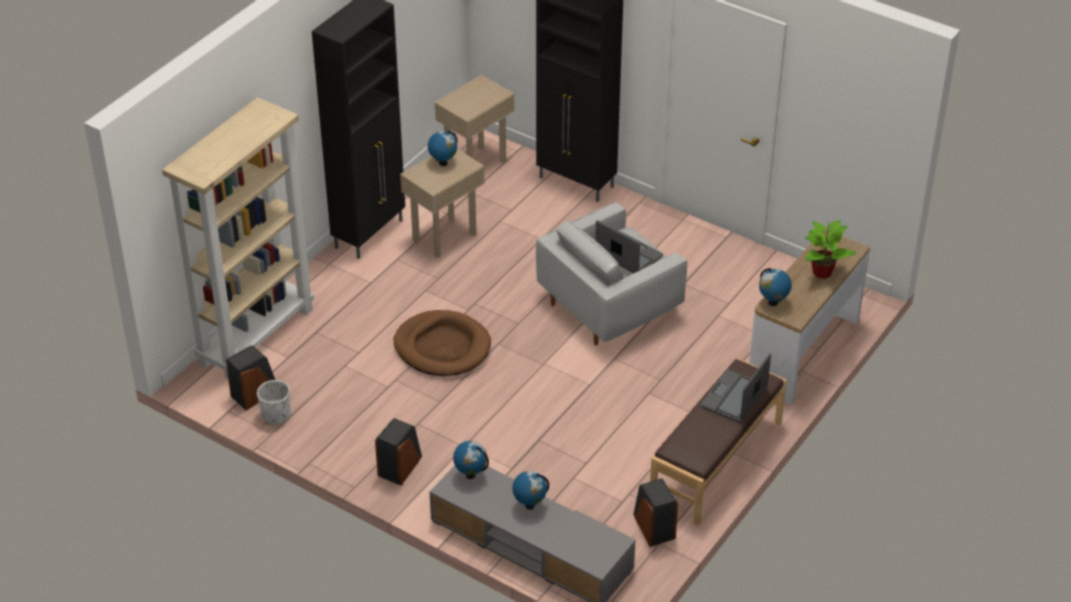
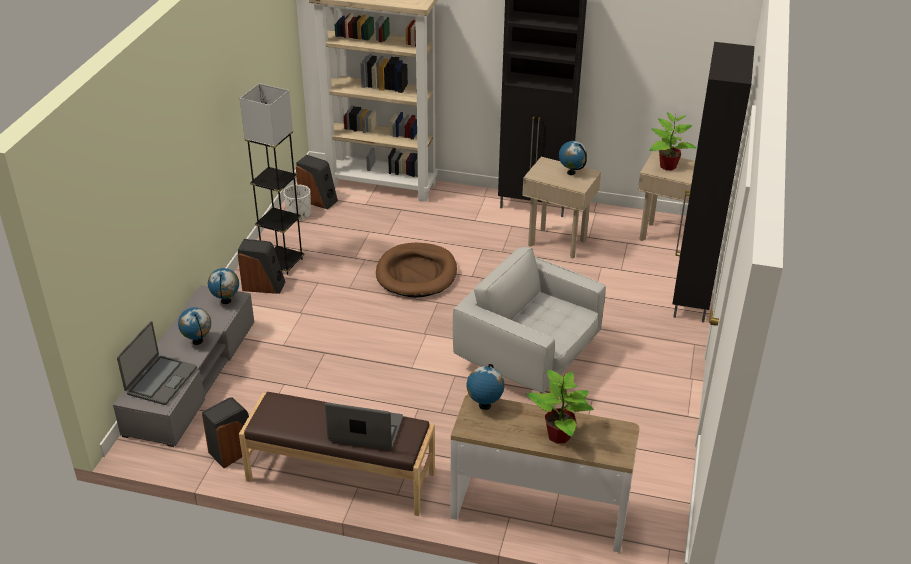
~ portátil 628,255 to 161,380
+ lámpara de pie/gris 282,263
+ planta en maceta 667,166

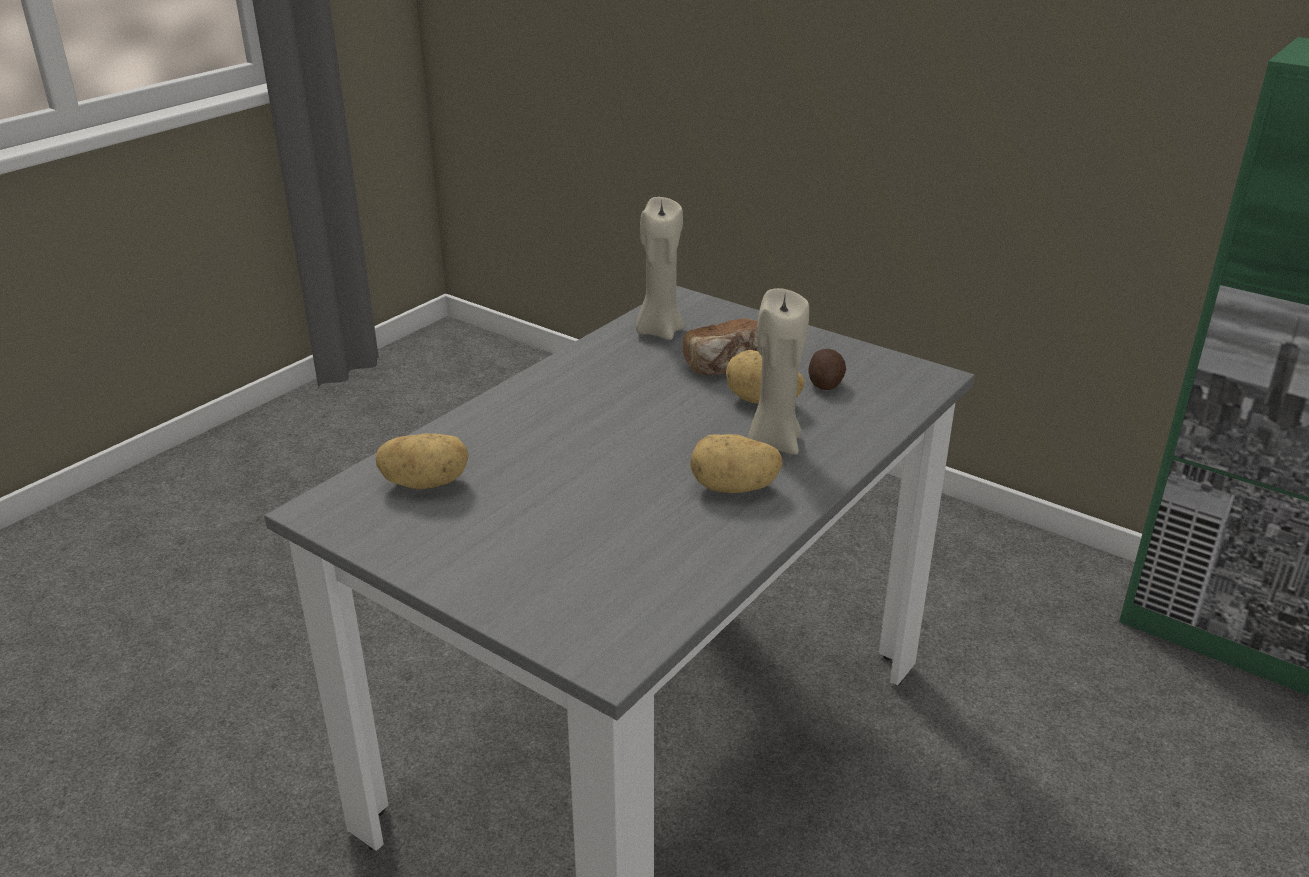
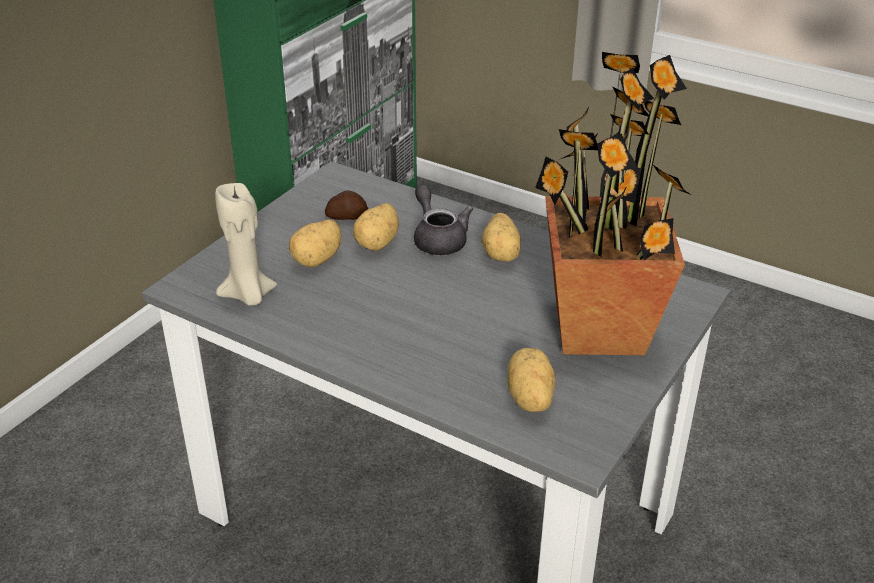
~ pan 726,366 to patata 318,259
~ vela/beis 773,442 to tetera/gris 438,239
+ planta en maceta 597,330

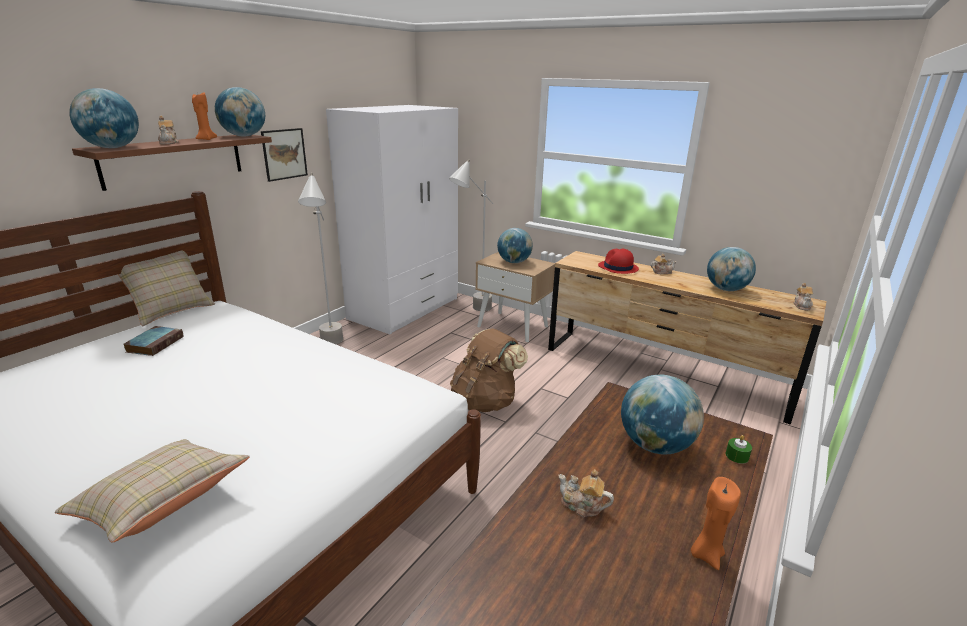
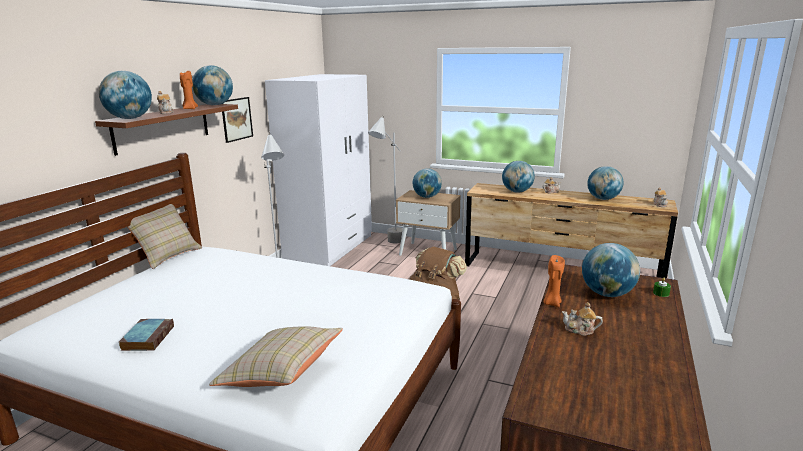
~ libro 155,343 to 148,337
~ sombrero/rojo 618,268 to globo terráqueo 517,192
~ vela/naranja 706,554 to 552,303

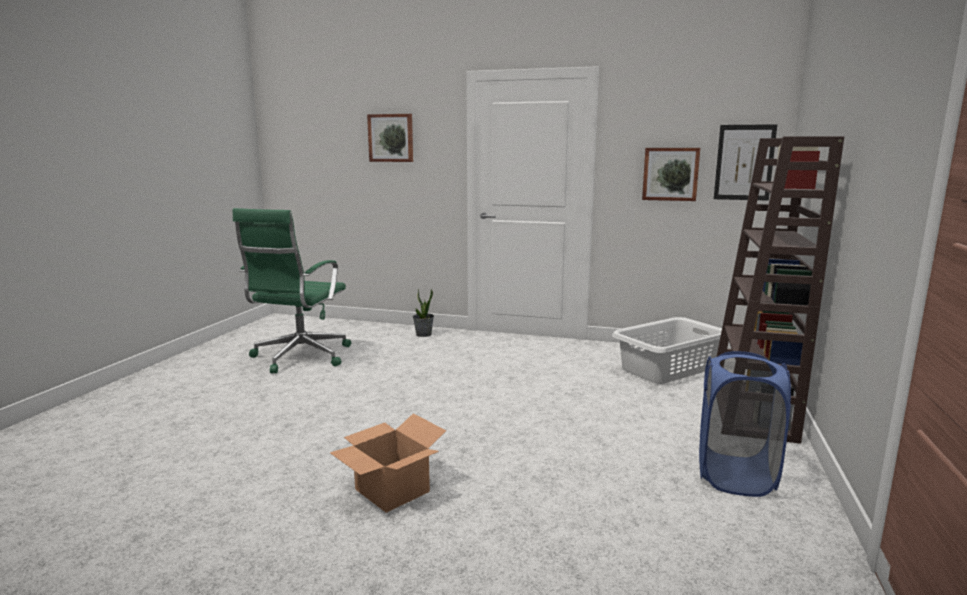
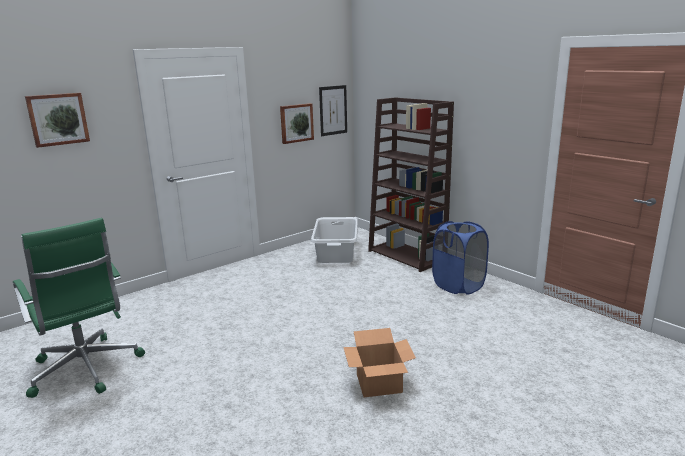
- planta en maceta 423,334

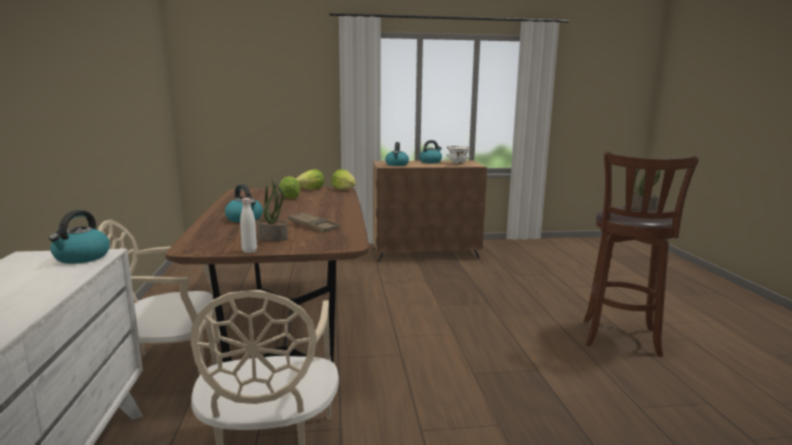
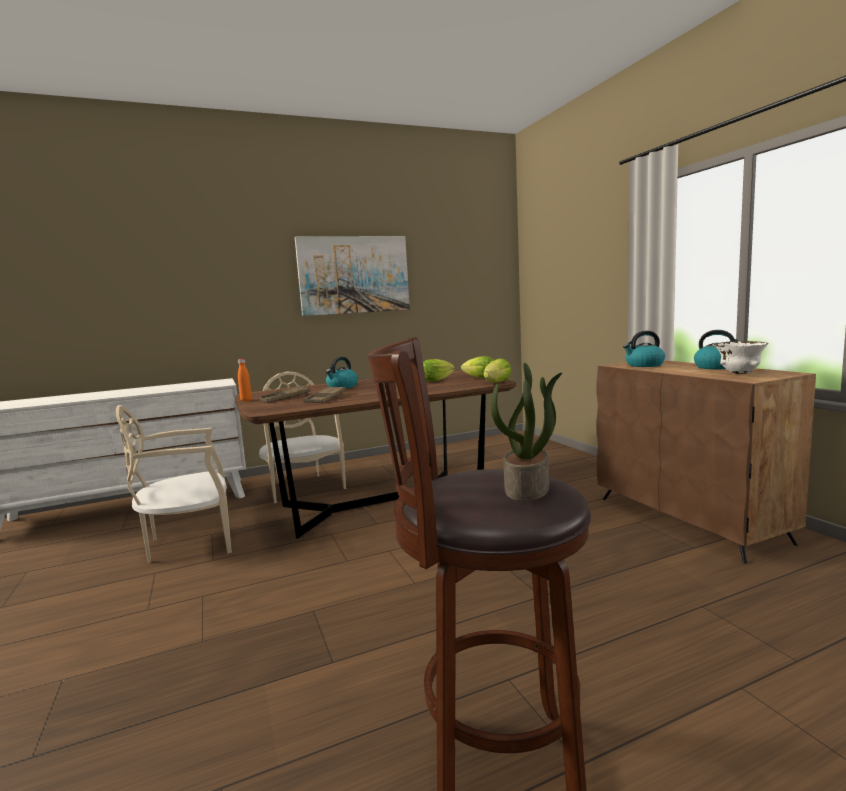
- hervidor 81,257
~ botella/blanco 249,251 to botella/naranja 246,400
~ planta en maceta 273,237 to bandeja/marrón 285,398
+ cuadro 354,275

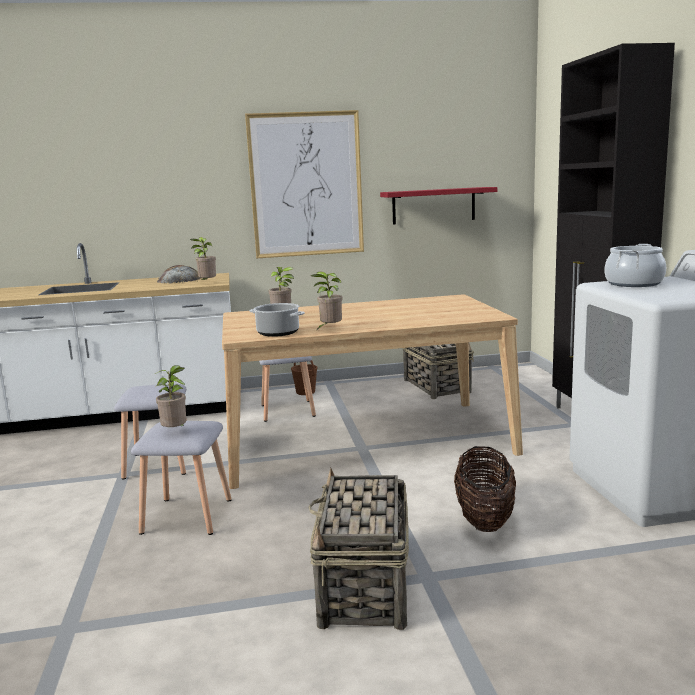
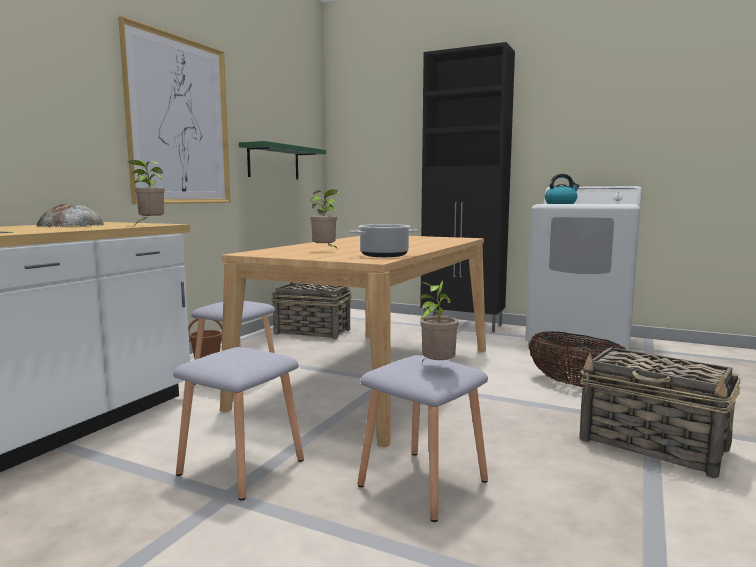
- planta en maceta 329,329
~ estante/rojo 433,205 to estante/verde 273,162
~ olla 633,283 to hervidor 561,203

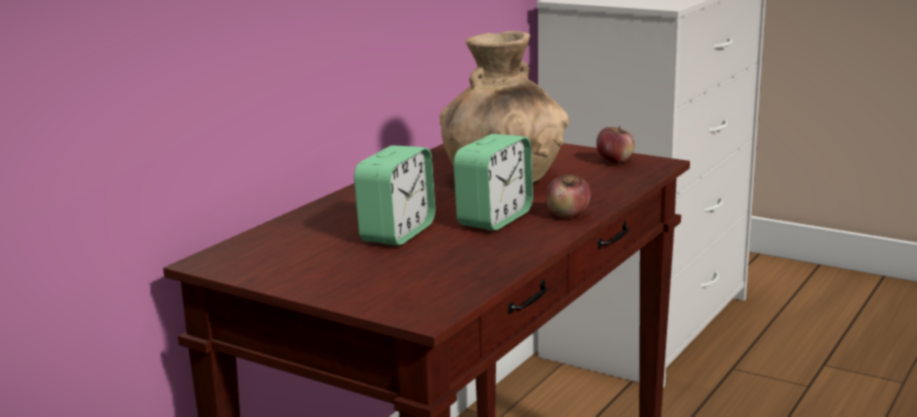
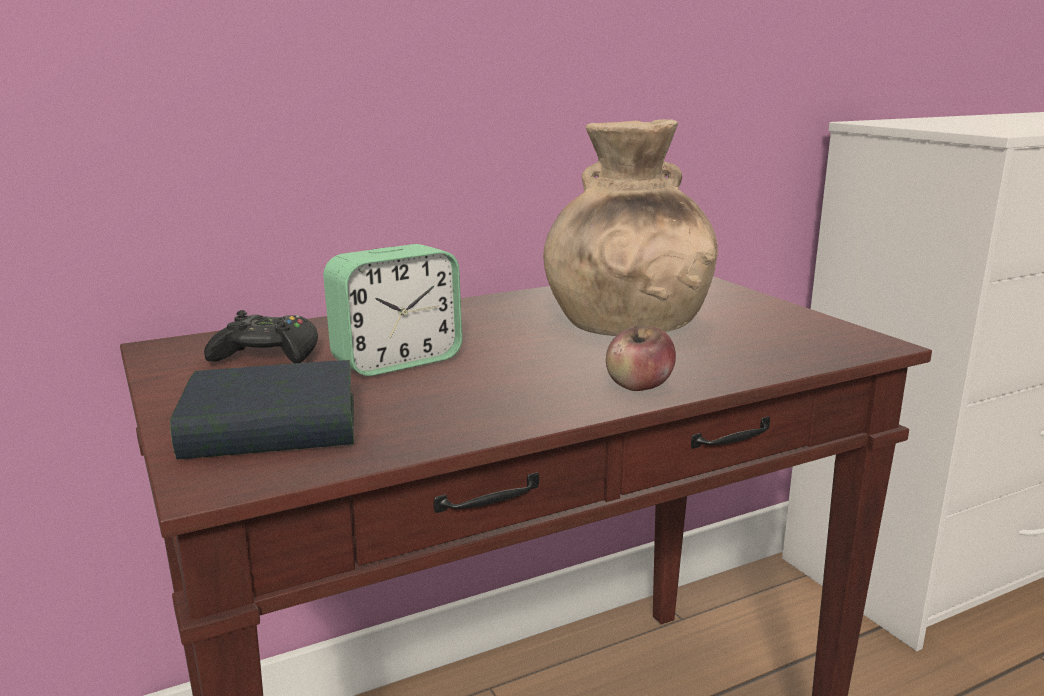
- despertador 494,219
- manzana 615,161
+ libro 272,428
+ mando de consola/negro 267,355

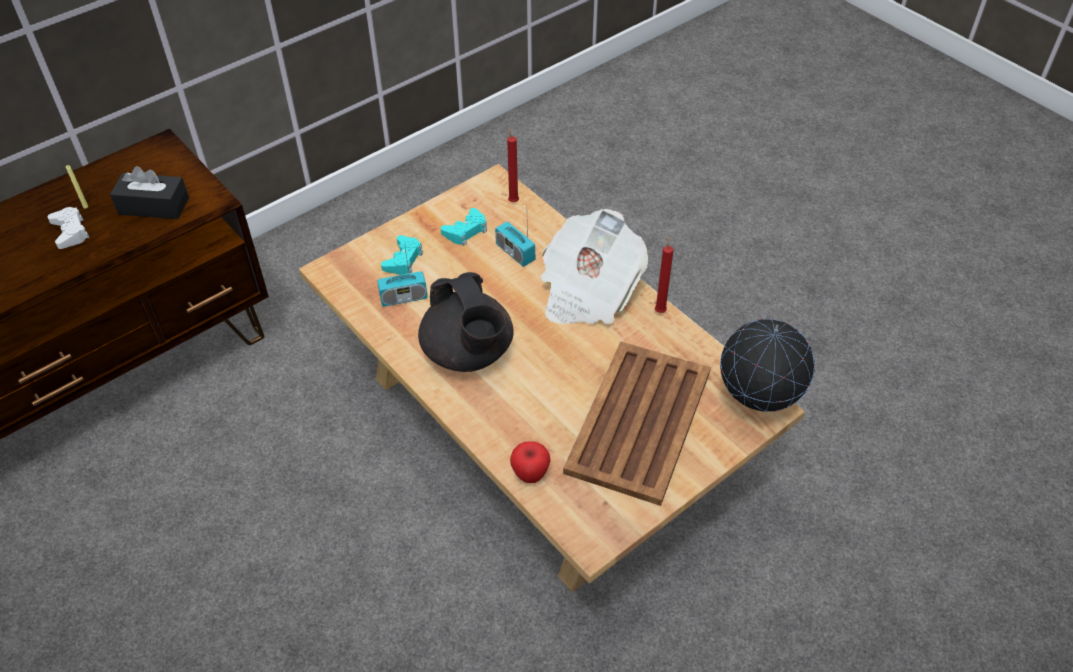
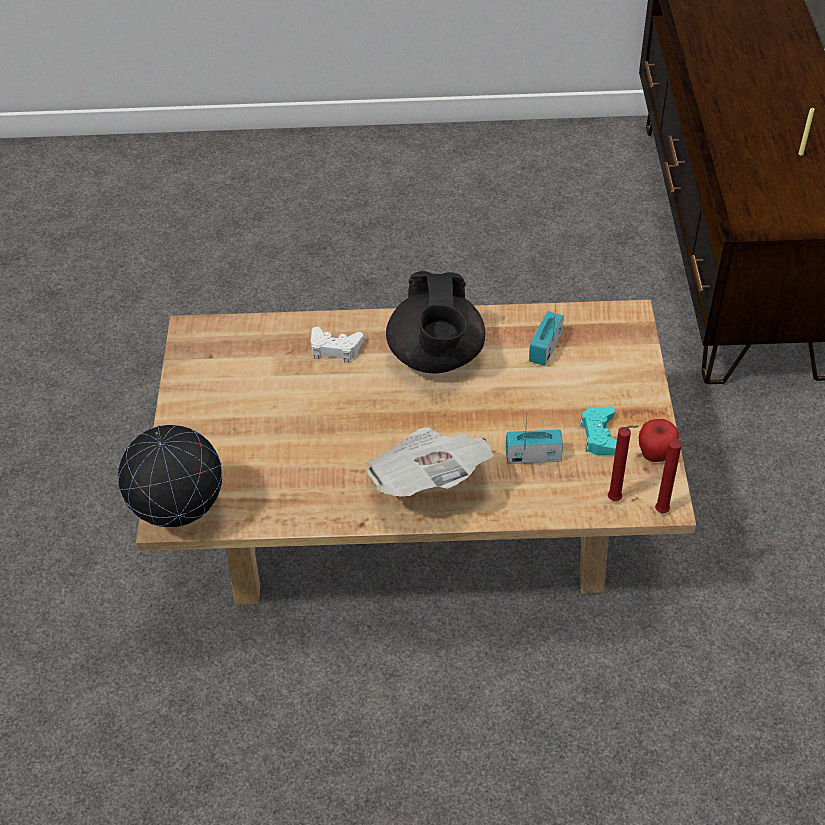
~ mando de consola/blanco 70,232 to 335,348
- caja de pañuelos/negro 154,206
- mando de consola/turquesa 403,260
~ tetera/negro 468,353 = 436,356 105 degrees counterclockwise
~ manzana 530,474 to 655,455
- bandeja/marrón 638,423
~ vela/rojo 660,310 to 663,512

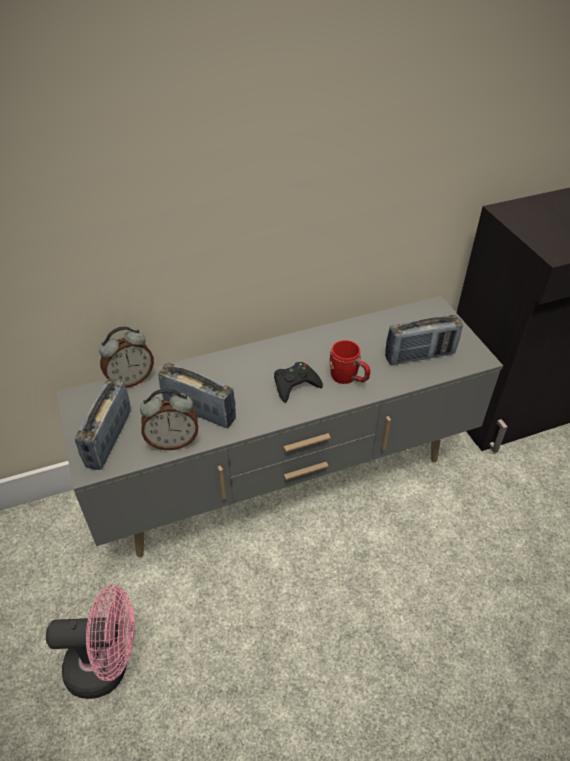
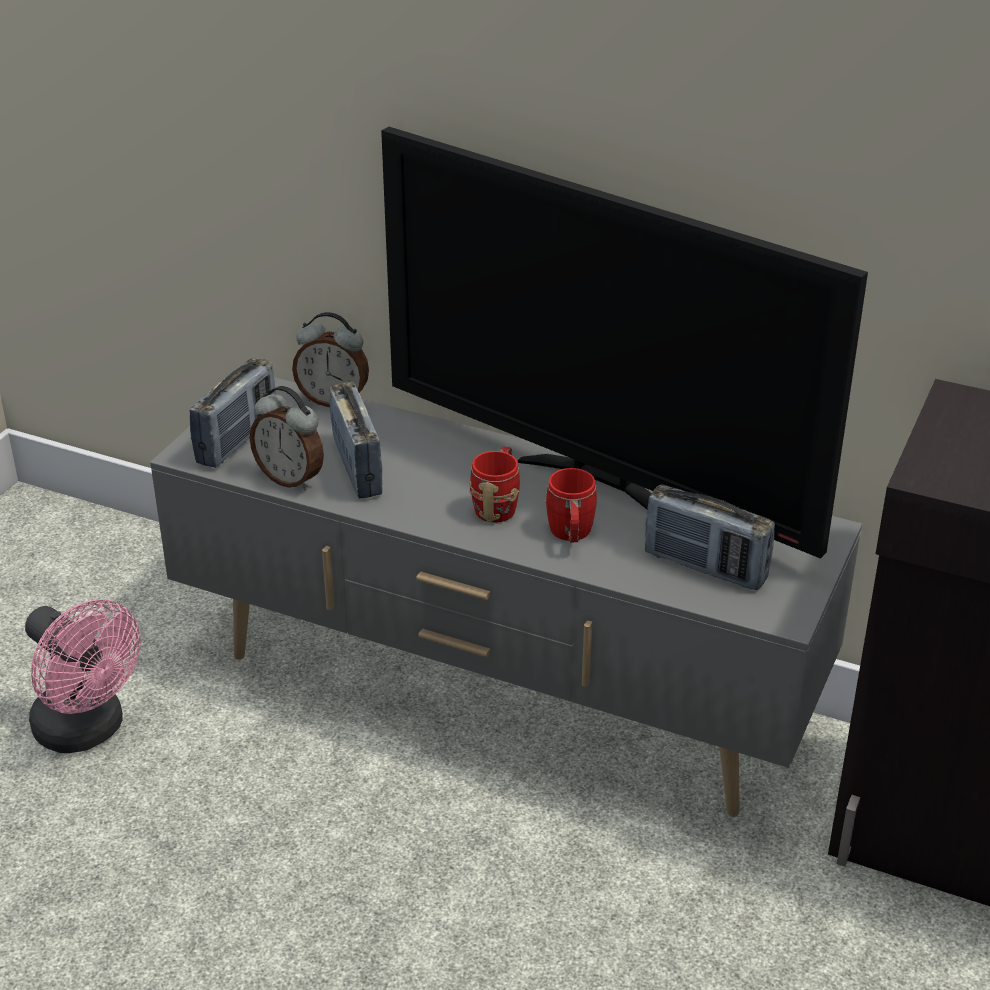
~ radio 109,439 = 237,440 150 degrees clockwise
~ mando de consola/negro 295,385 to taza grande/rojo 498,505
+ televisor 598,482

